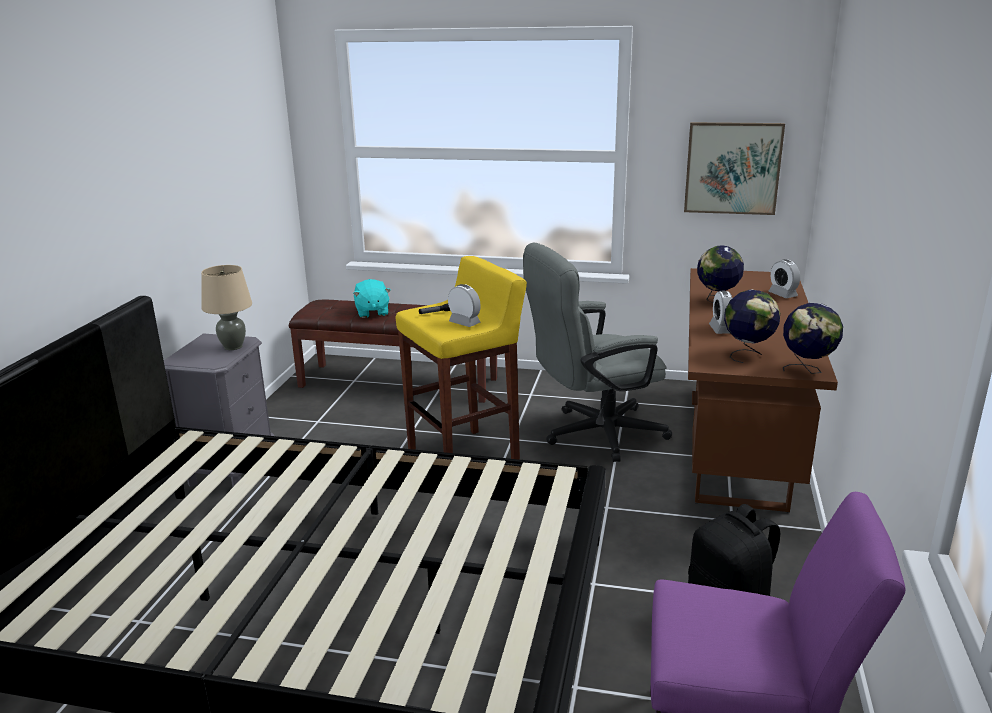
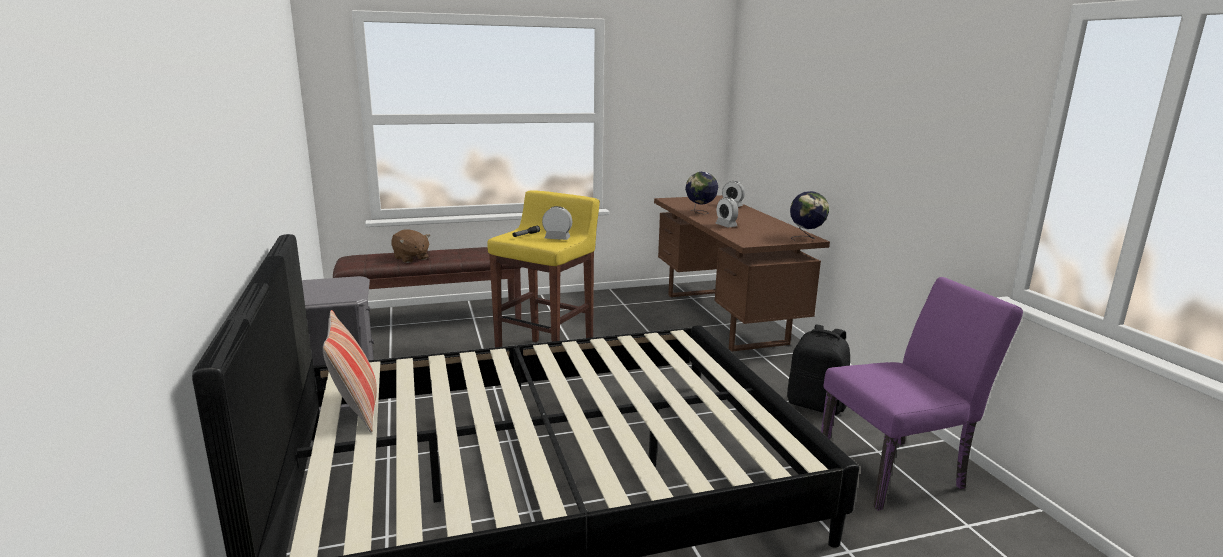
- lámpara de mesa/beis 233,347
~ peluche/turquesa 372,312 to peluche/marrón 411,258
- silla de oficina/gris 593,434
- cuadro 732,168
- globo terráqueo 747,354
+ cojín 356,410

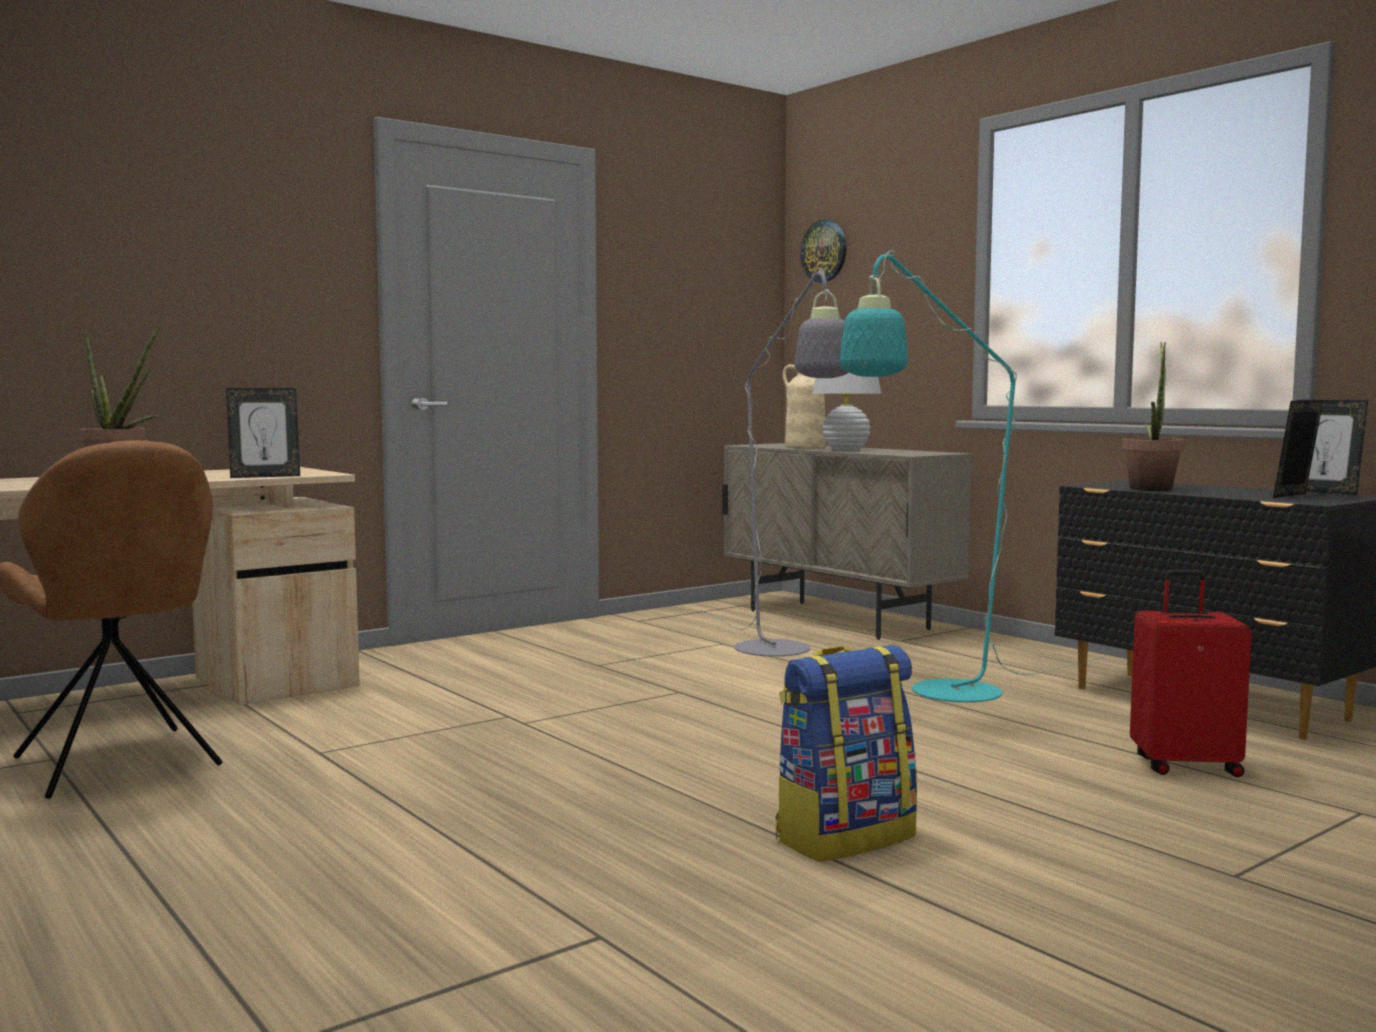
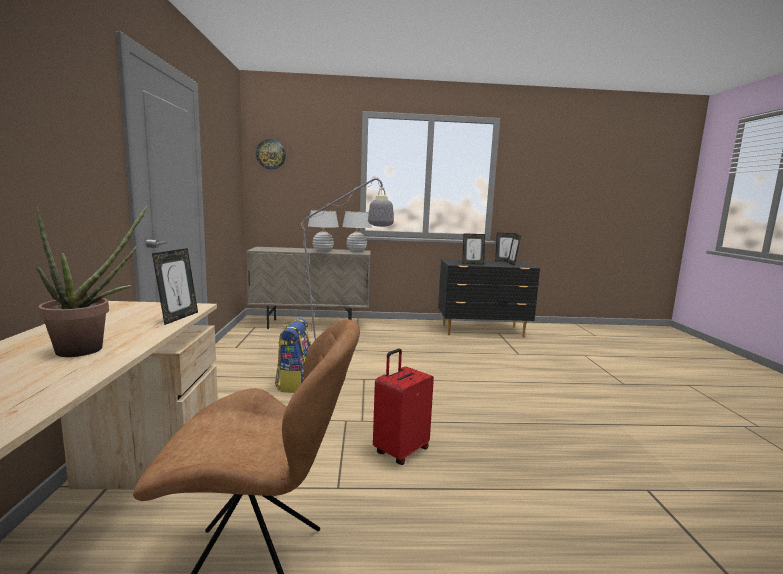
~ mochila 844,837 to 294,383
- florero/beis 804,447
- lámpara de pie/turquesa 941,694
~ planta en maceta 1151,488 to portarretratos 472,264
~ maleta/rojo 1185,766 to 400,451
+ lámpara de mesa/blanco 356,251

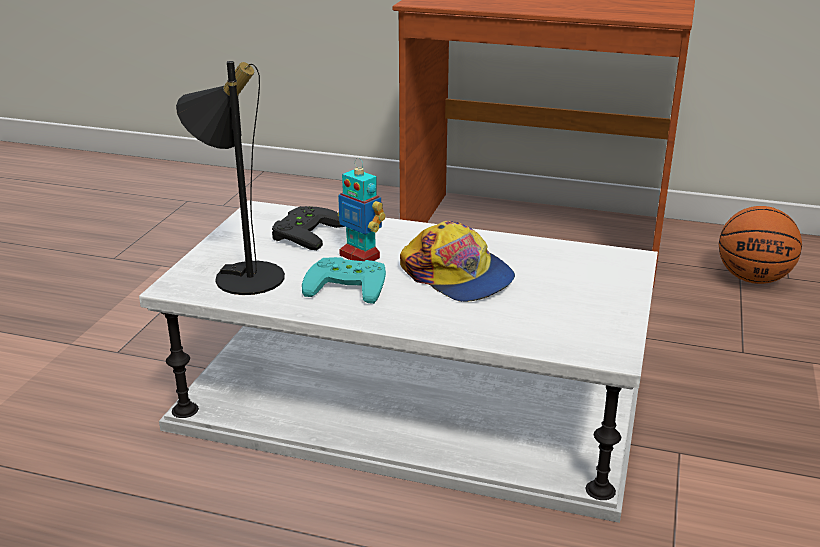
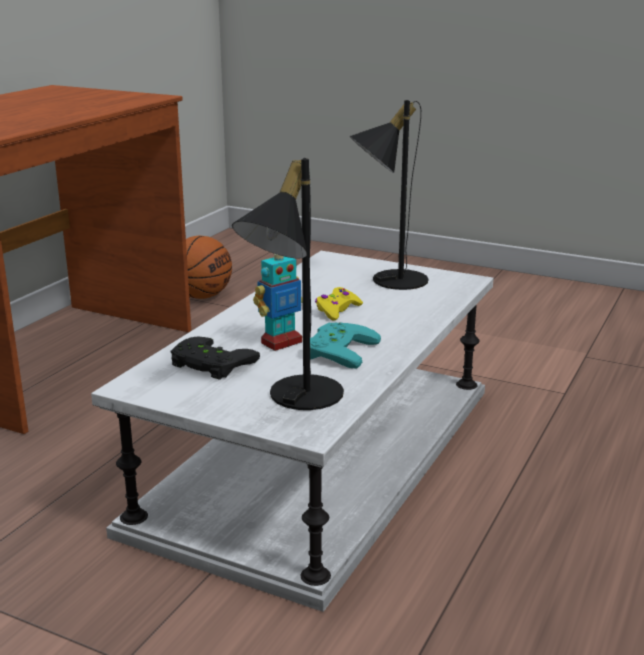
~ gorra 457,276 to mando de consola/amarillo 337,310
+ lámpara de mesa/negro 388,279

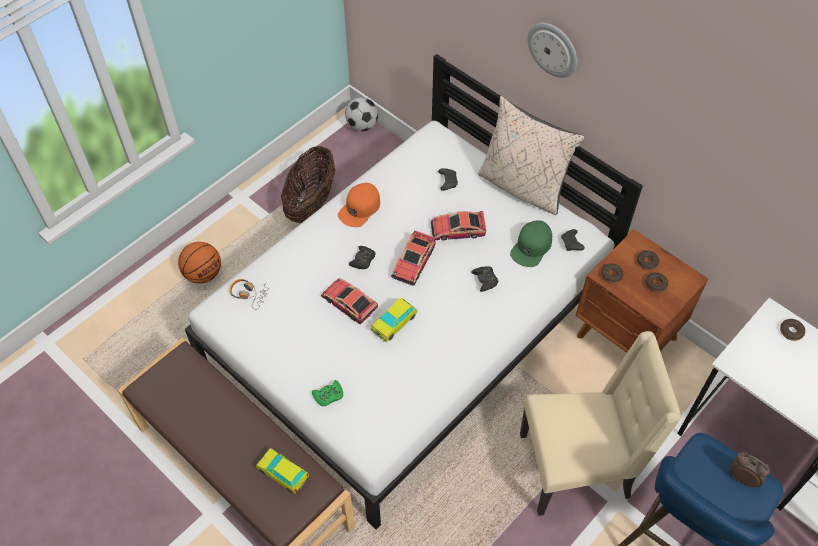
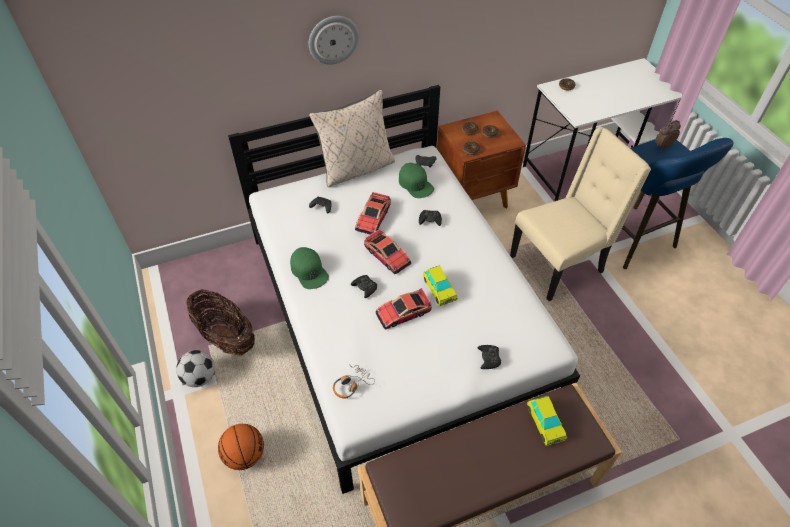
~ coche de juguete 283,473 = 545,423 75 degrees counterclockwise
~ mando de consola/verde 328,395 to mando de consola/negro 489,358
~ gorra/naranja 360,208 to gorra/verde 309,271
~ balón de fútbol 362,126 to 200,377
~ silla/beis 577,467 = 558,264 45 degrees clockwise

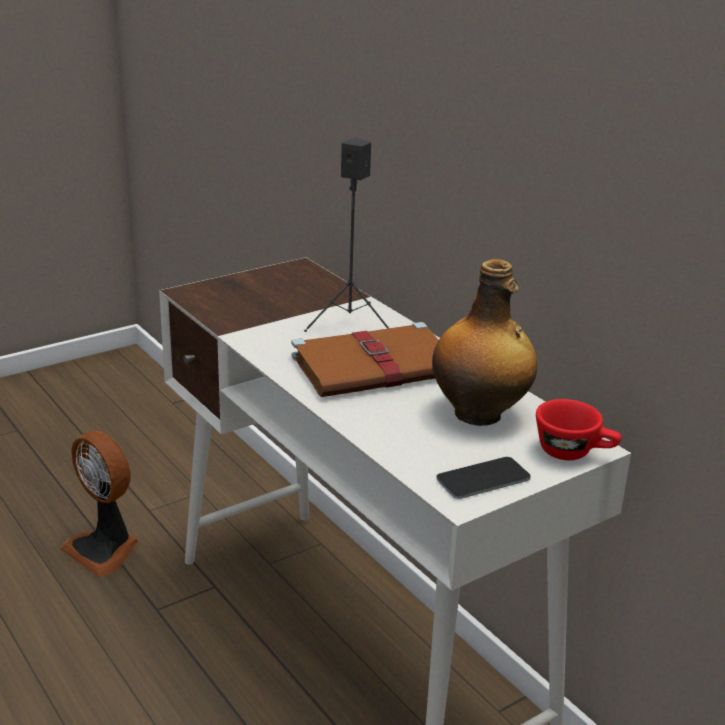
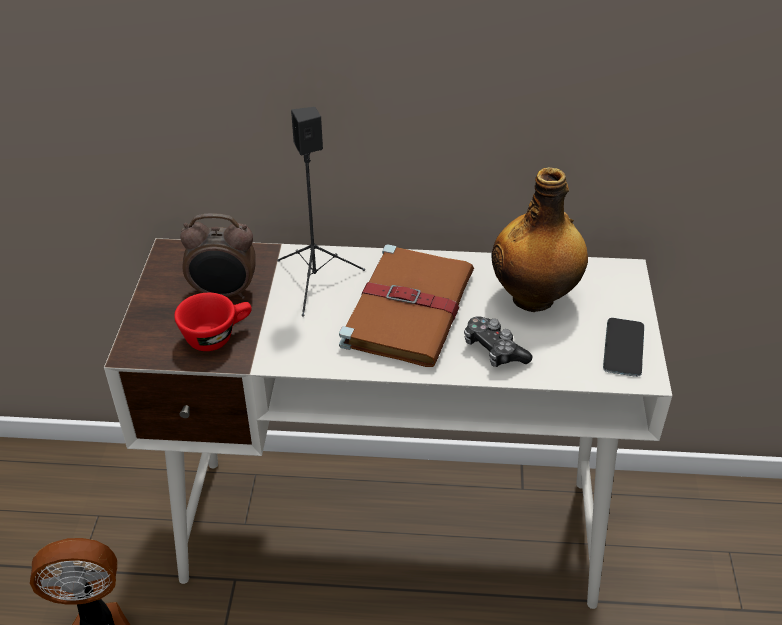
~ taza/rojo 574,452 to 217,335
+ despertador 224,294
+ mando de consola 494,350

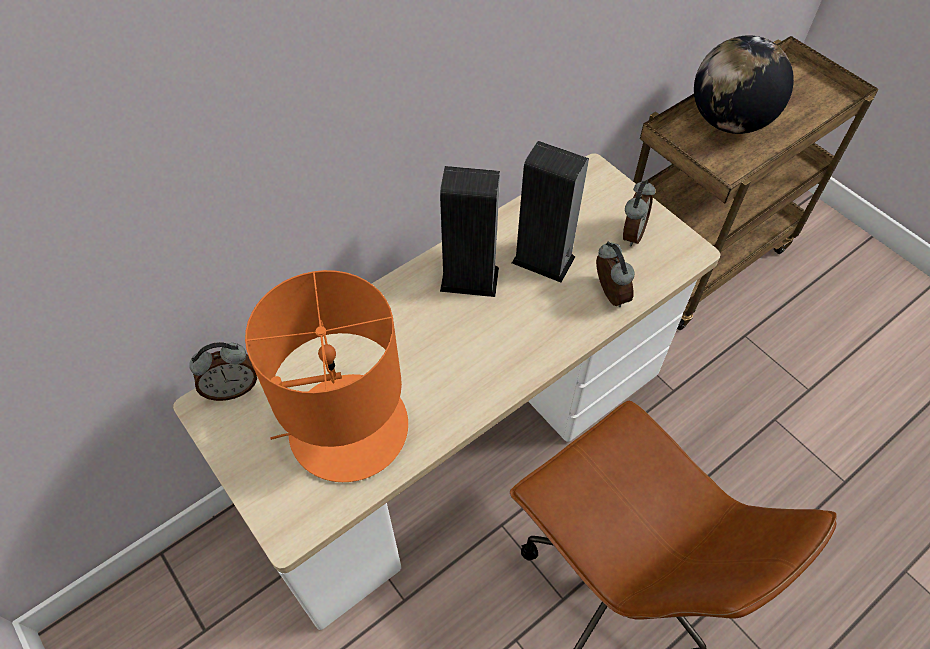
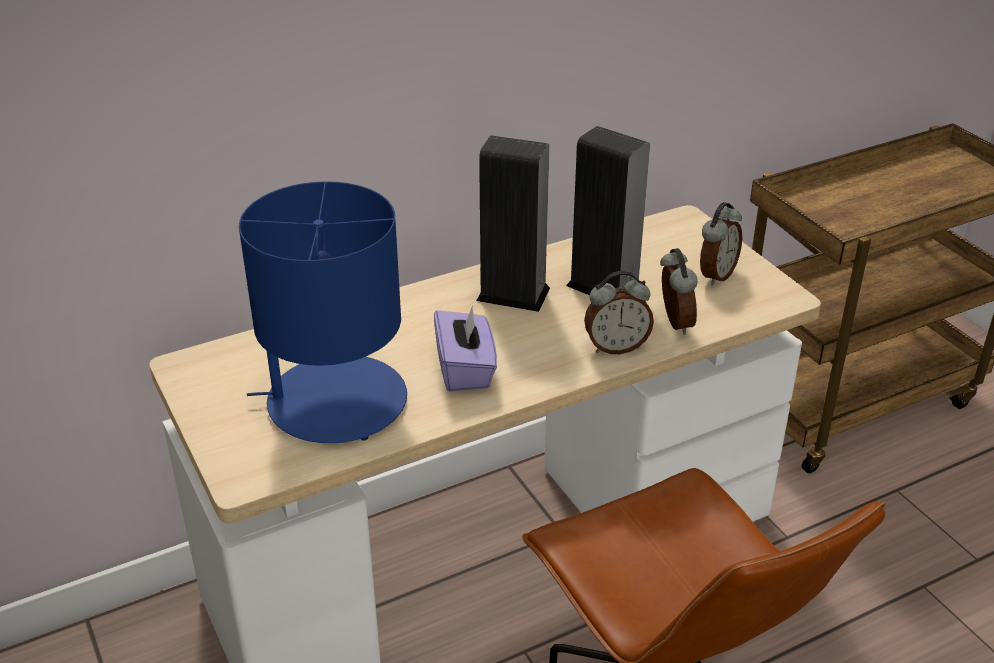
~ despertador 232,388 to 616,347
~ lámpara de mesa/naranja 347,428 to lámpara de mesa/azul 335,401
- globo terráqueo 729,121
+ caja de pañuelos/morado 465,370

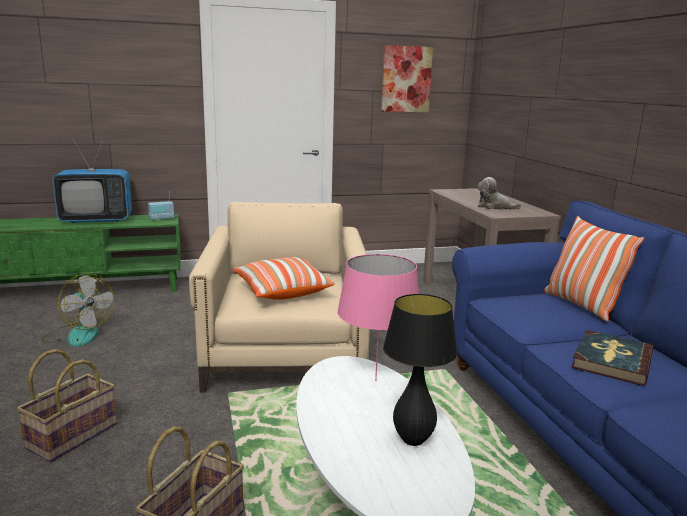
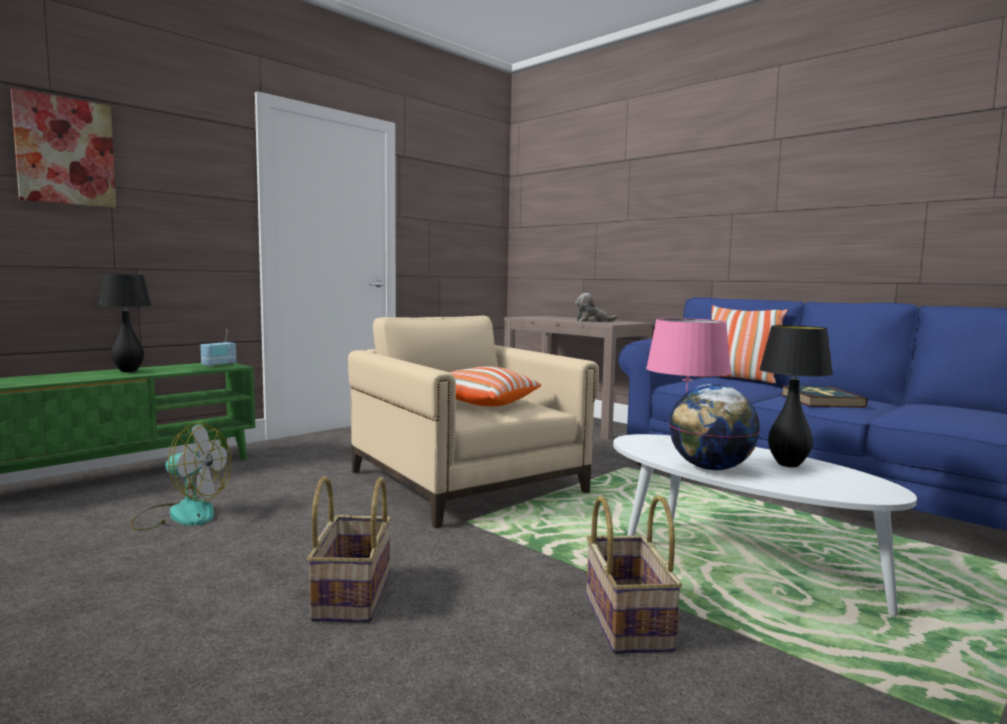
~ televisor 96,220 to lámpara de mesa/negro 128,371
~ cuadro 406,79 to 65,151
+ globo terráqueo 710,468

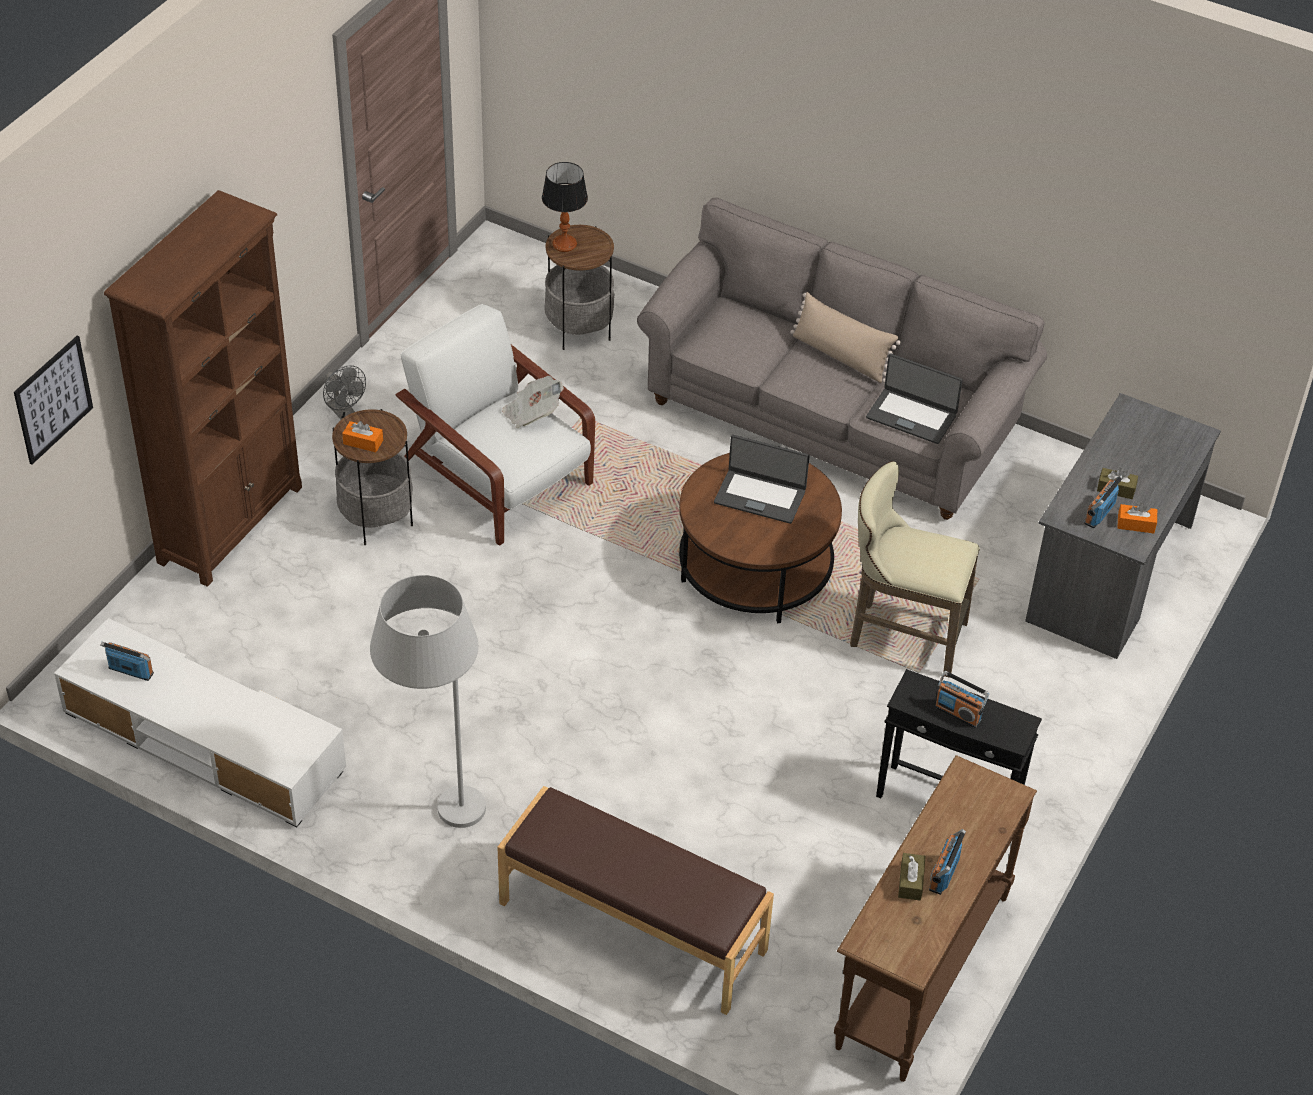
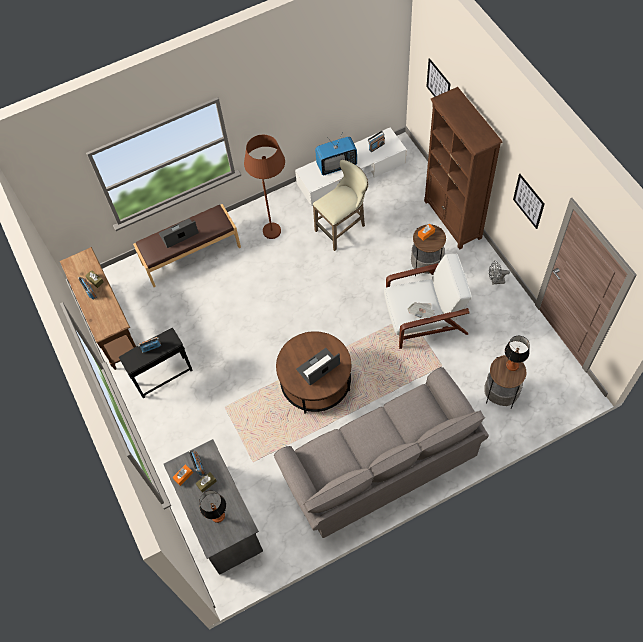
~ lámpara de pie/blanco 435,815 to lámpara de pie/marrón 274,223
- cojín/beis 841,356
~ taburete/beis 901,635 to 343,228
~ portátil 911,416 to 179,234
+ lámpara de mesa 218,516
+ televisor 336,165
+ cuadro 528,201

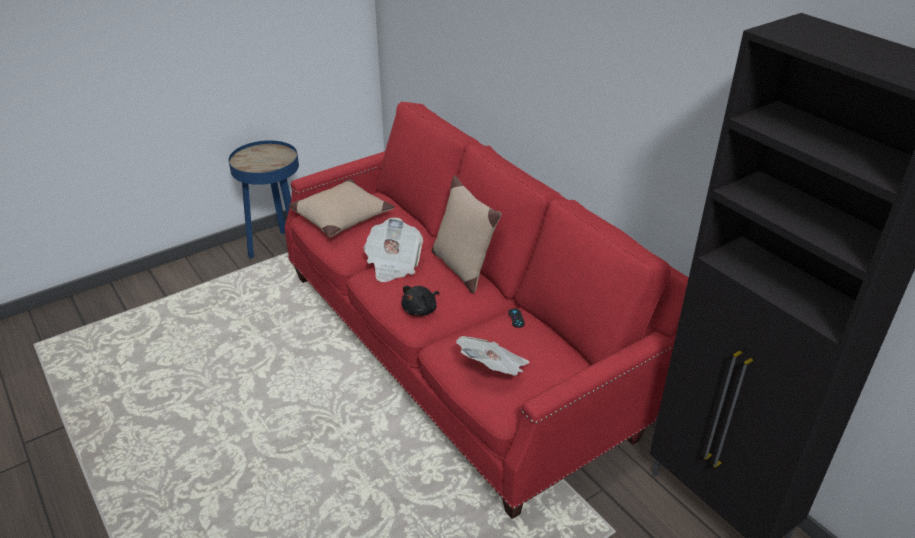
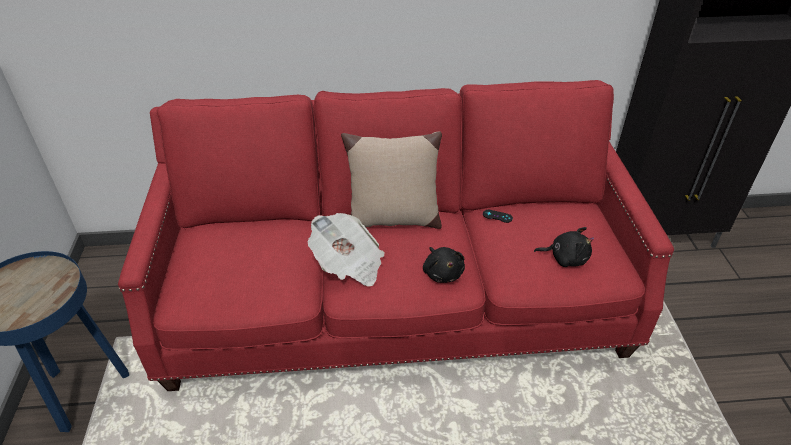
- cojín/beis 341,216
~ periódico 493,369 to peluche/negro 565,258

